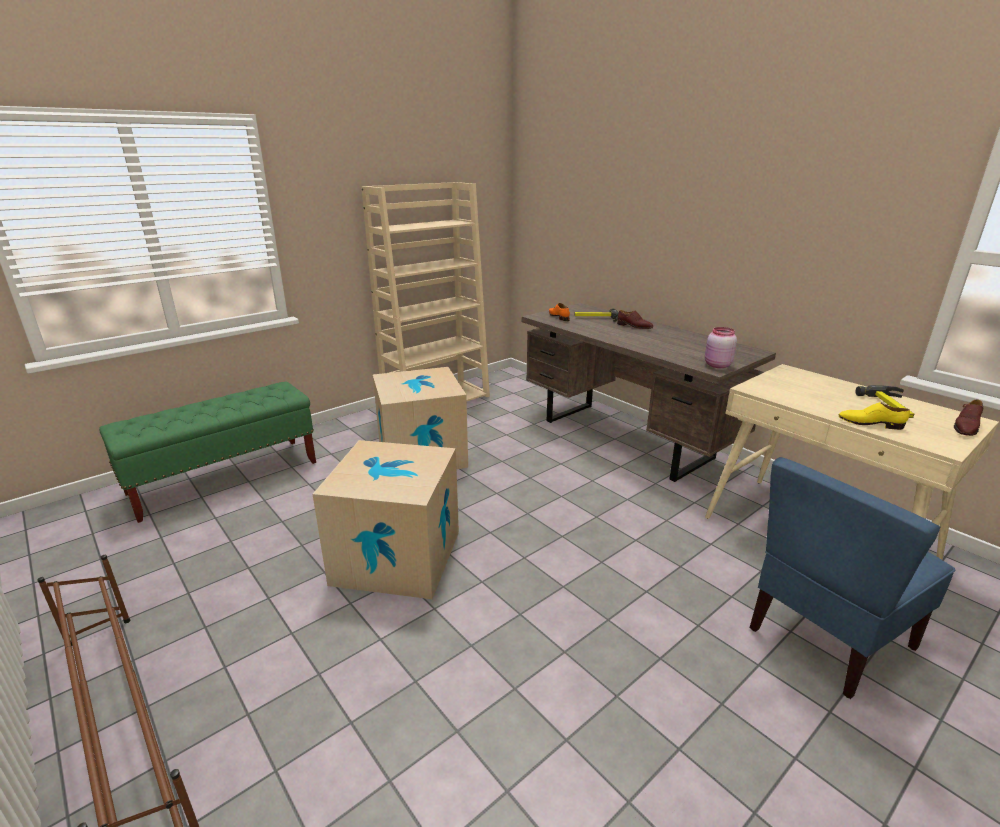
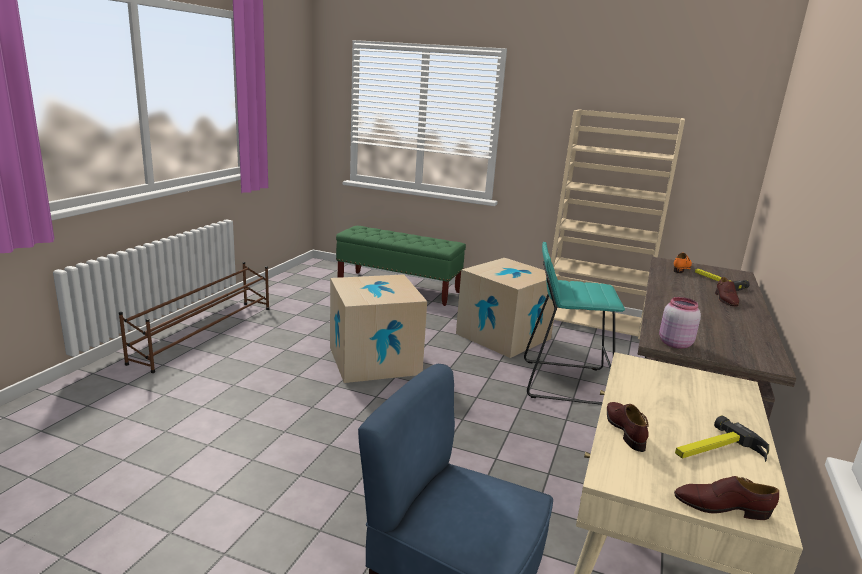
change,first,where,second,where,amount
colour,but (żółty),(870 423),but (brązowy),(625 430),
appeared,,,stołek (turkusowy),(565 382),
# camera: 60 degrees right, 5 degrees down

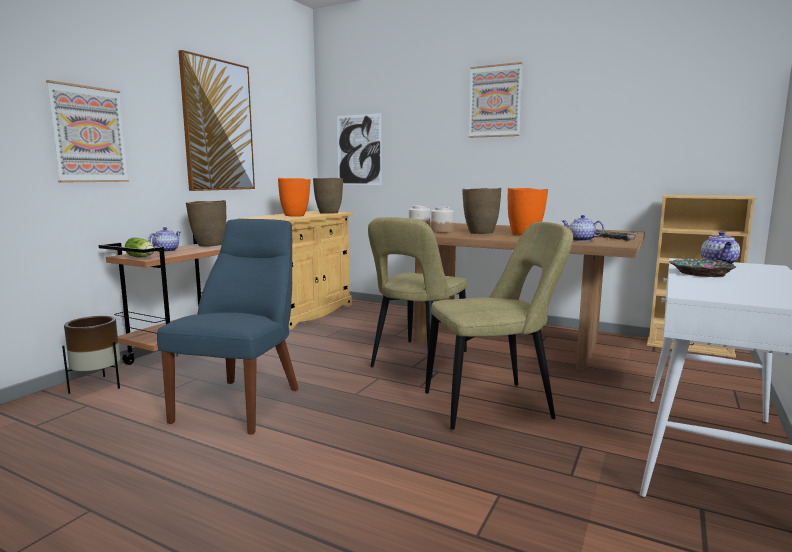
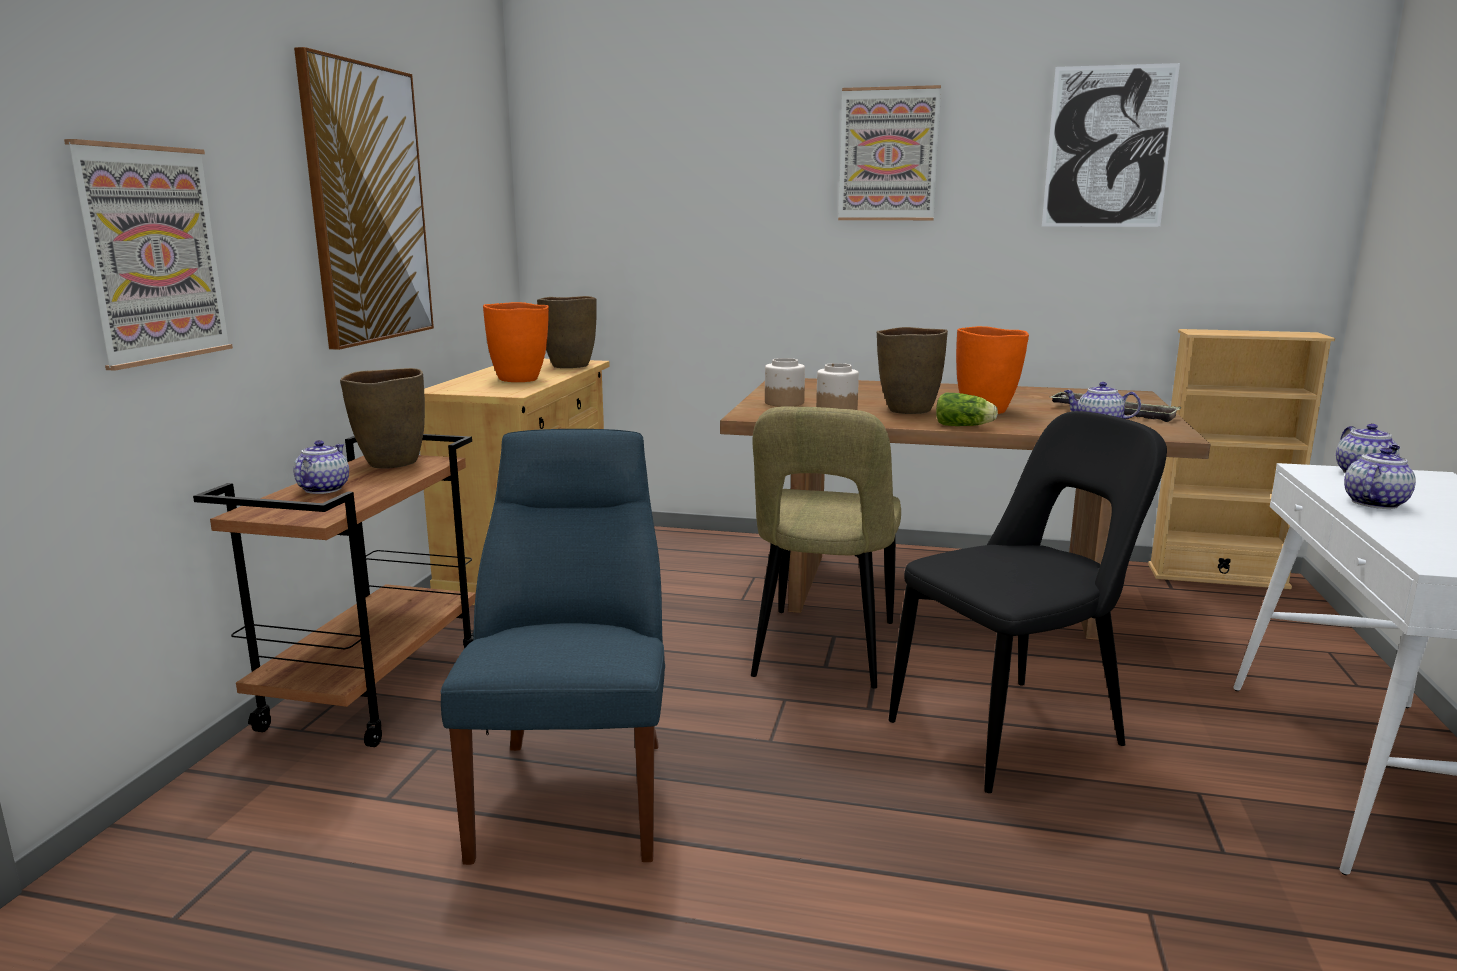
change,first,where,second,where,amount
missing,donica (brązowy),(98 385),,,
relocated,sałata,(141 257),,(965 426),
relocated,obraz,(359 150),,(1108 147),
colour,krzesło (beżowy),(493 405),krzesło (czarny),(1014 731),
exchanged,miska,(700 273),imbryk,(1374 503),
# camera: 15 degrees left, 5 degrees up

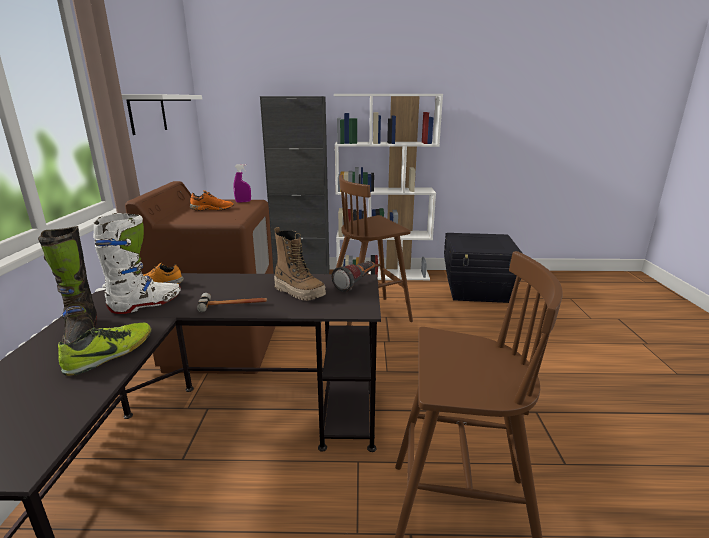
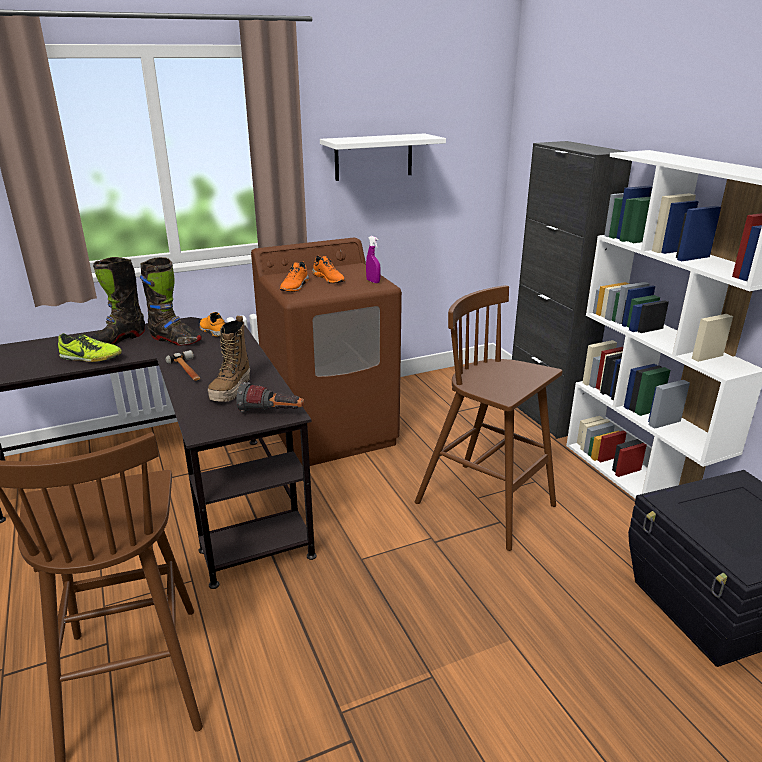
change,first,where,second,where,amount
colour,but z cholewką (biały),(147 304),but z cholewką (czarny),(175 340),
appeared,,,but (pomarańczowy),(295 287),
# camera: 65 degrees right, 5 degrees up

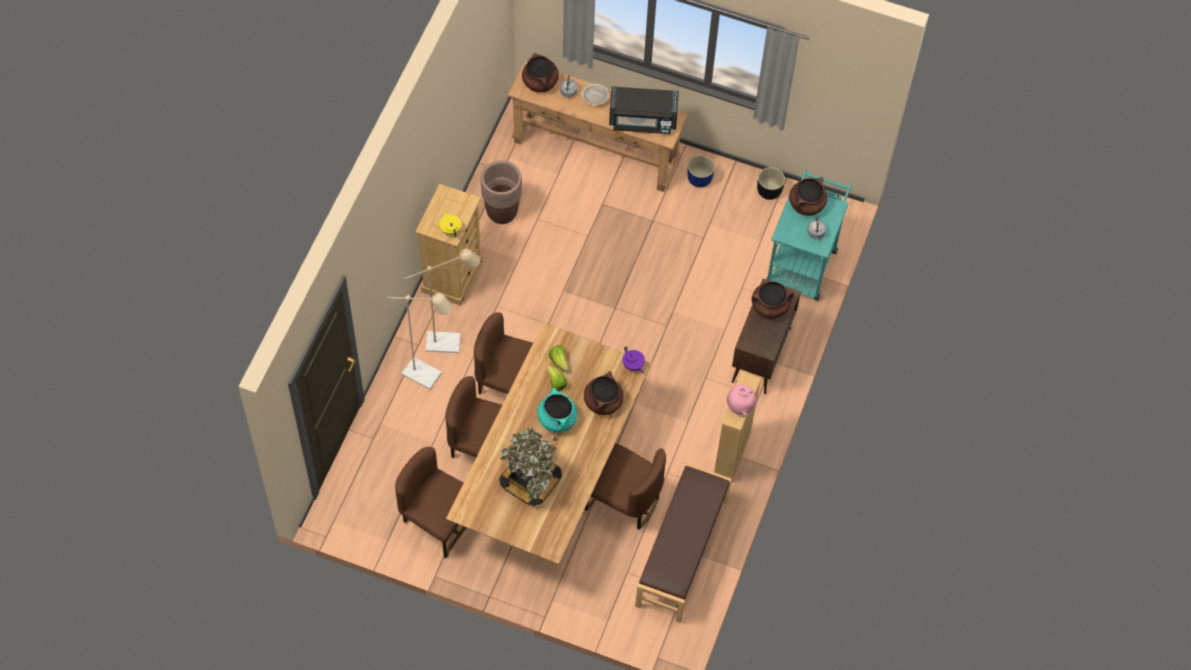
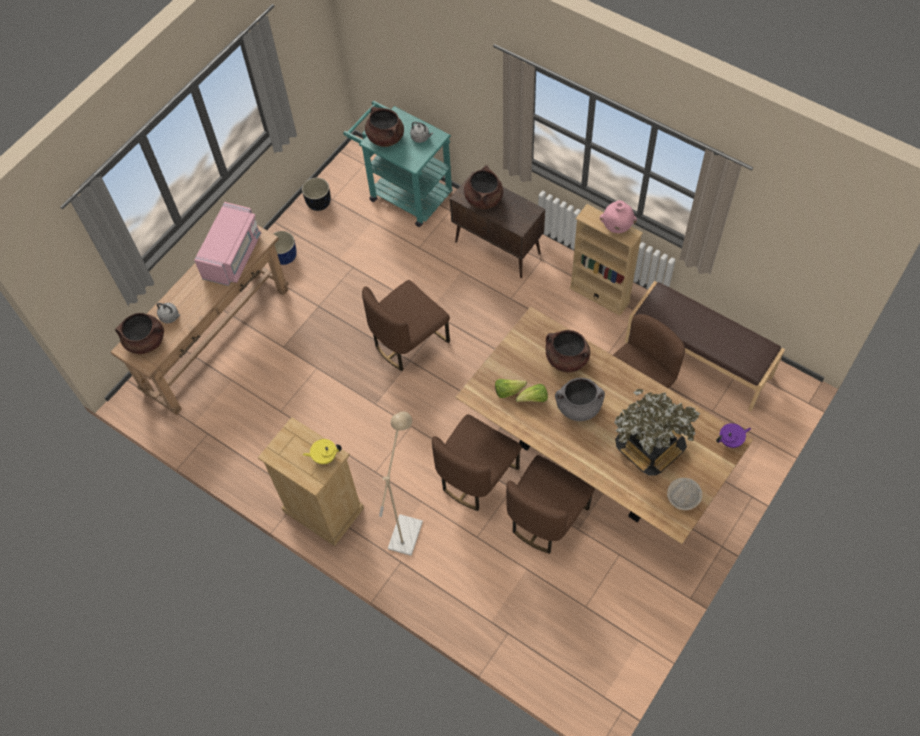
change,first,where,second,where,amount
missing,lampa stojąca (beżowy),(427 376),,,
relocated,krzesło (brązowy),(438 521),,(409 341),
missing,donica (brązowy),(502 212),,,
colour,garnek (turkusowy),(557 419),garnek (szary),(578 407),
relocated,miska (beżowy),(595 99),,(683 497),
colour,mikrofalówka (czarny),(642 120),mikrofalówka (różowy),(233 255),
relocated,imbryk (fioletowy),(633 365),,(730 440),
# camera: 70 degrees left, 0 degrees up

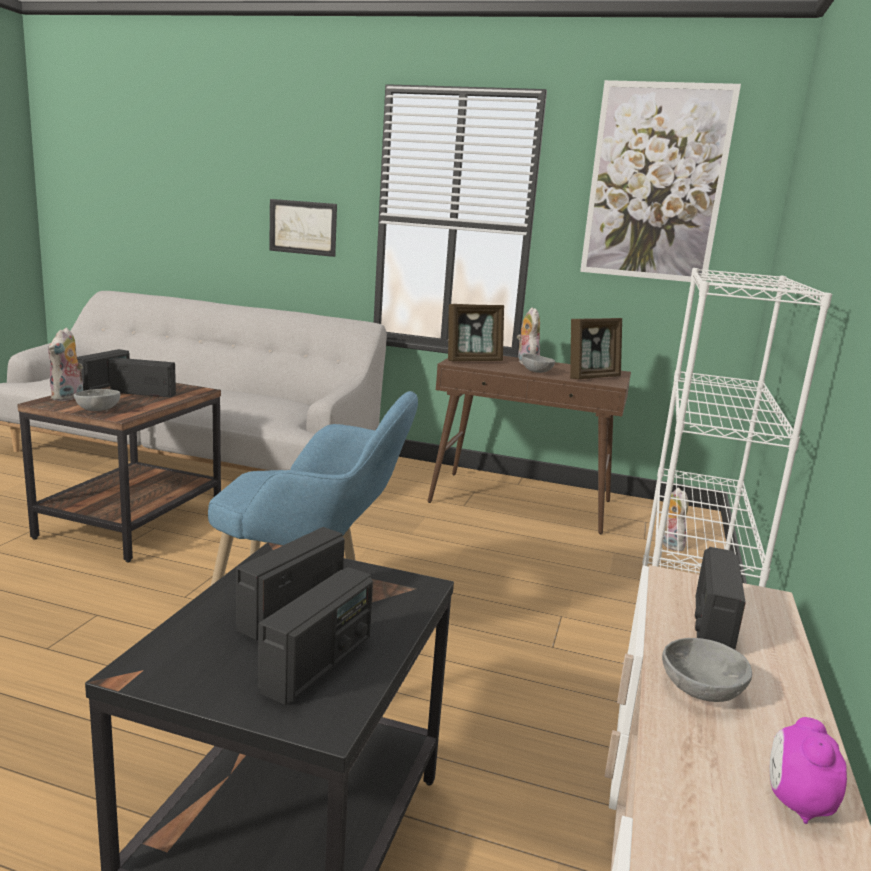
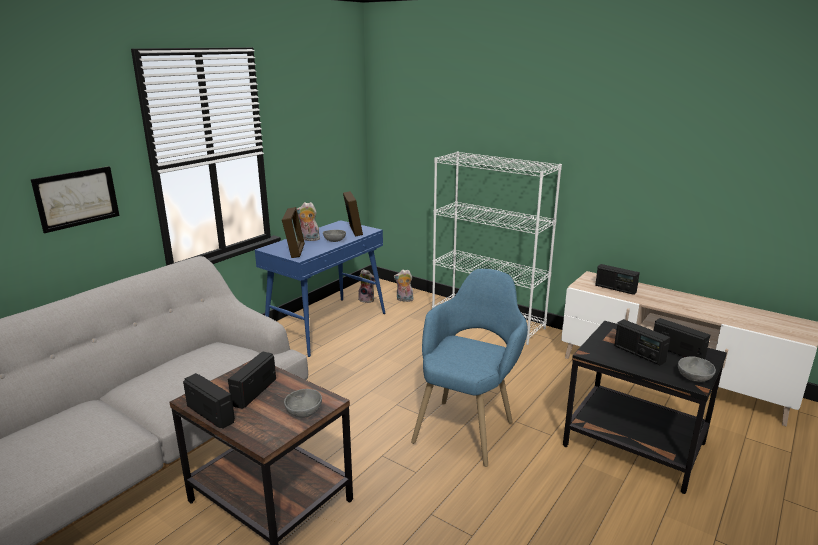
change,first,where,second,where,amount
relocated,pluszak,(68 398),,(367 300),
colour,stolik konsolowy (brązowy),(522 502),stolik konsolowy (niebieski),(327 325),
missing,obraz,(655 183),,,
relocated,miska (szary),(700 691),,(695 378),
missing,budzik,(796 803),,,
# camera: 70 degrees left, 5 degrees up

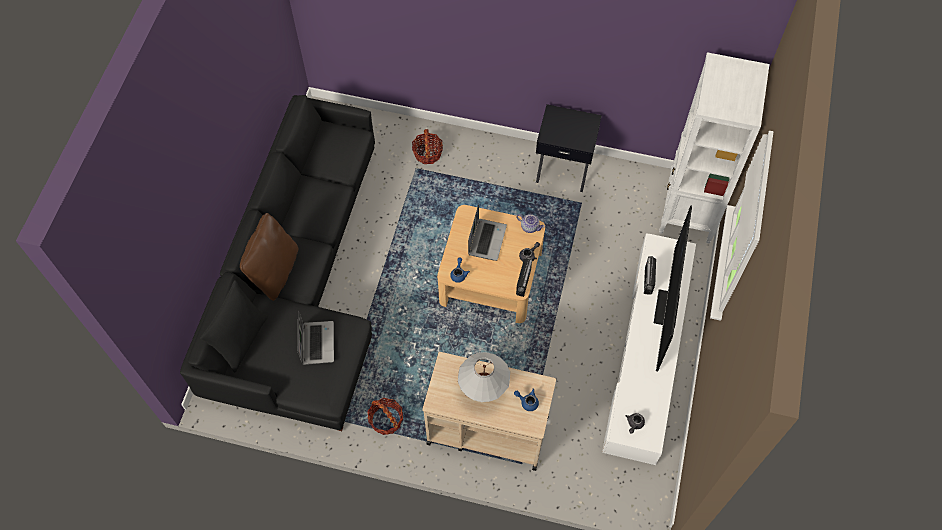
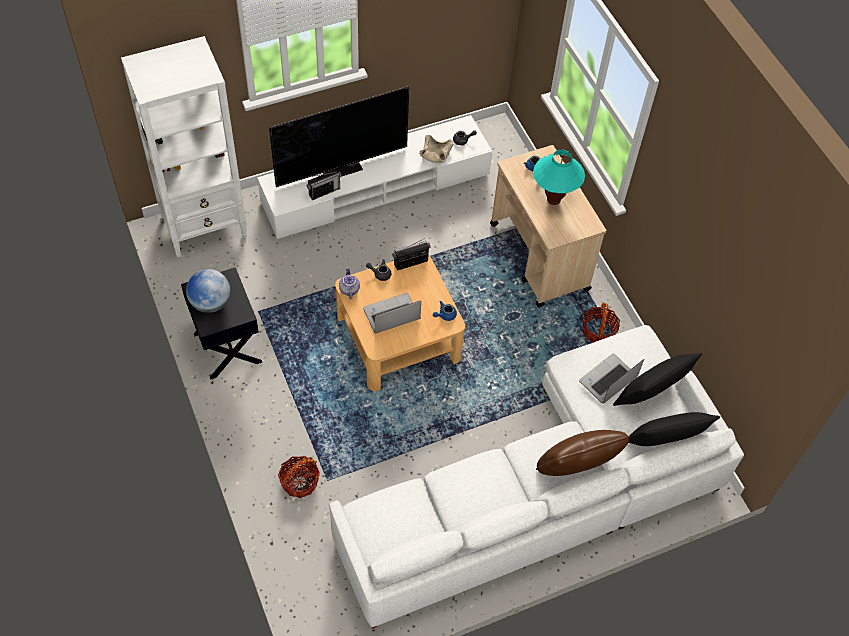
change,first,where,second,where,amount
colour,kanapa (czarny),(300 285),kanapa (biały),(544 491),
colour,lampa stołowa (biały),(483 392),lampa stołowa (turkusowy),(553 200),
appeared,,,globus,(211 302),
appeared,,,miska (beżowy),(436 154),
appeared,,,poduszka (czarny),(649 396),
# camera: 130 degrees left, 5 degrees down

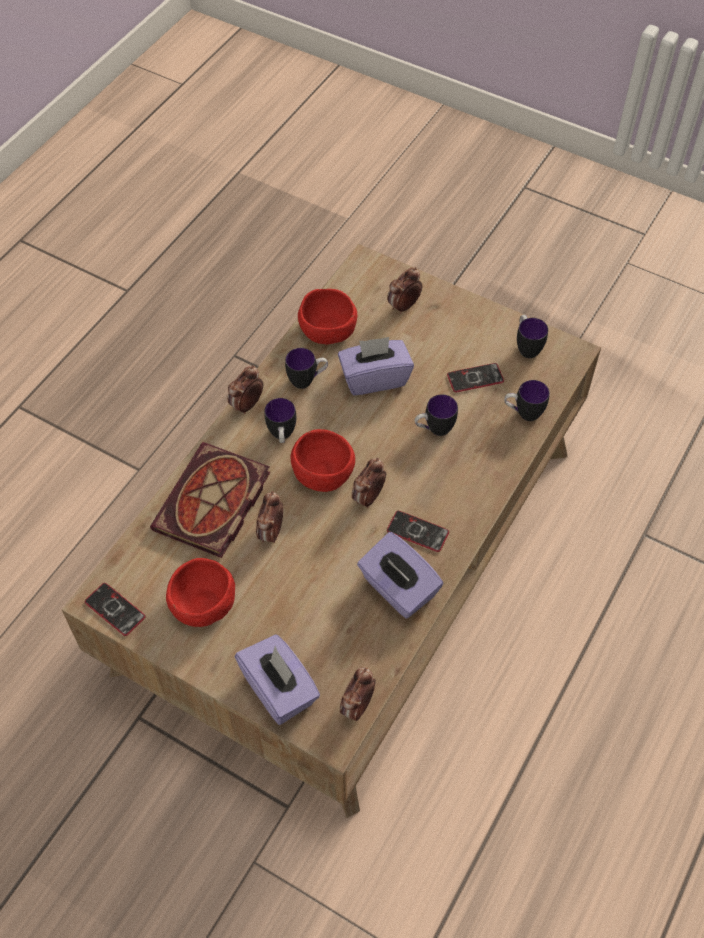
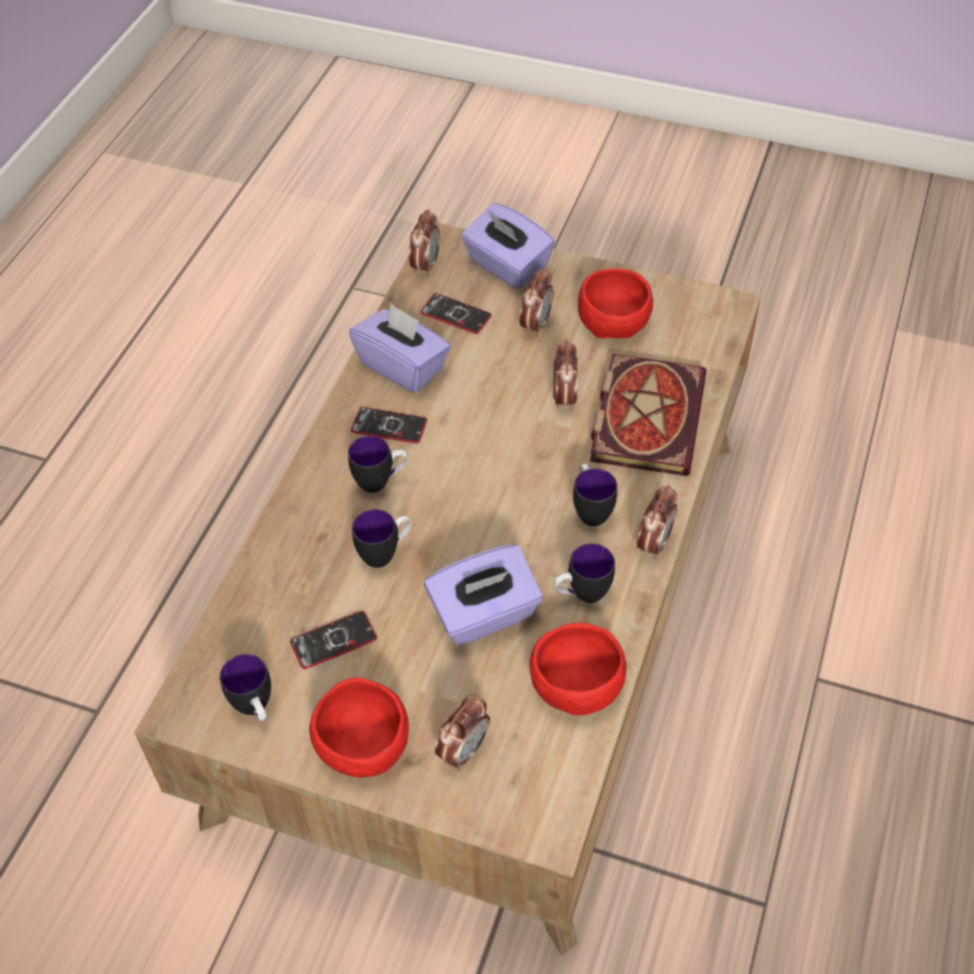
change,first,where,second,where,amount
relocated,telefon,(115 609),,(455 315),
relocated,miska (czerwony),(322 470),,(363 746),
relocated,budzik,(368 497),,(536 325),
relocated,kubek,(523 413),,(381 481),
# camera: 170 degrees right, 5 degrees down

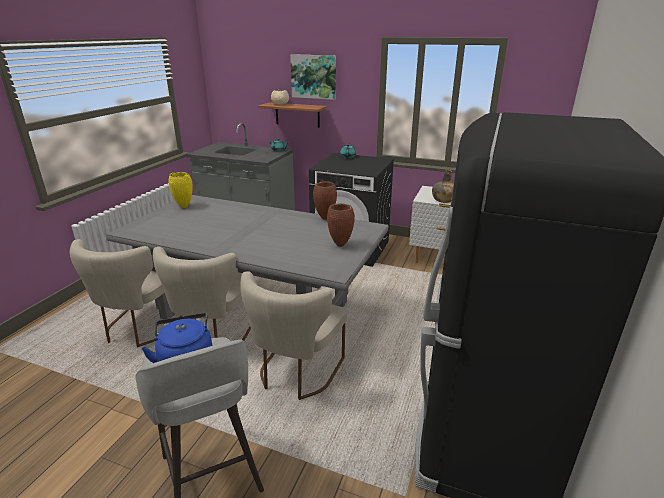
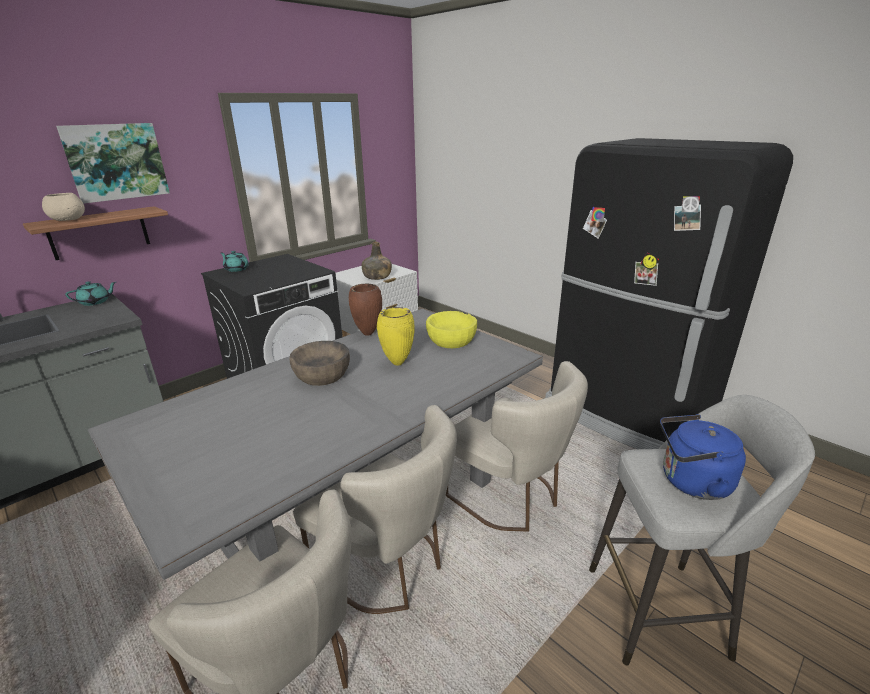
change,first,where,second,where,amount
relocated,wazon (żółty),(184 206),,(397 363),
exchanged,wazon (brązowy),(340 245),miska (żółty),(451 340),
appeared,,,miska (brązowy),(322 375),
# camera: 65 degrees left, 0 degrees up

